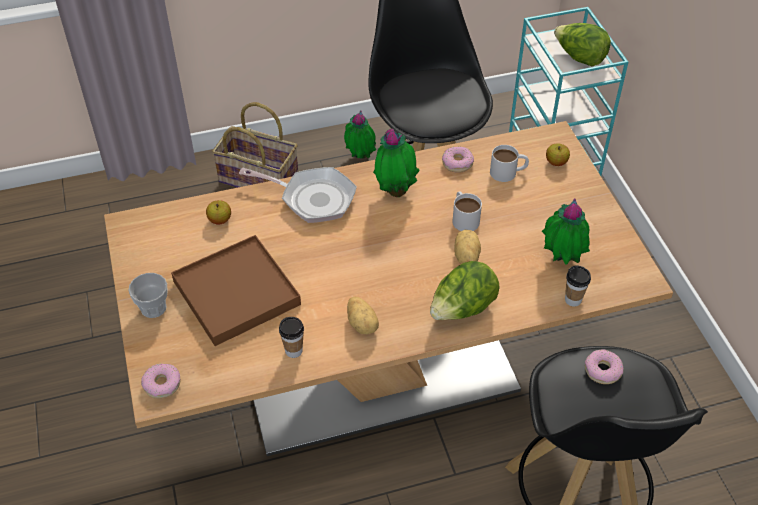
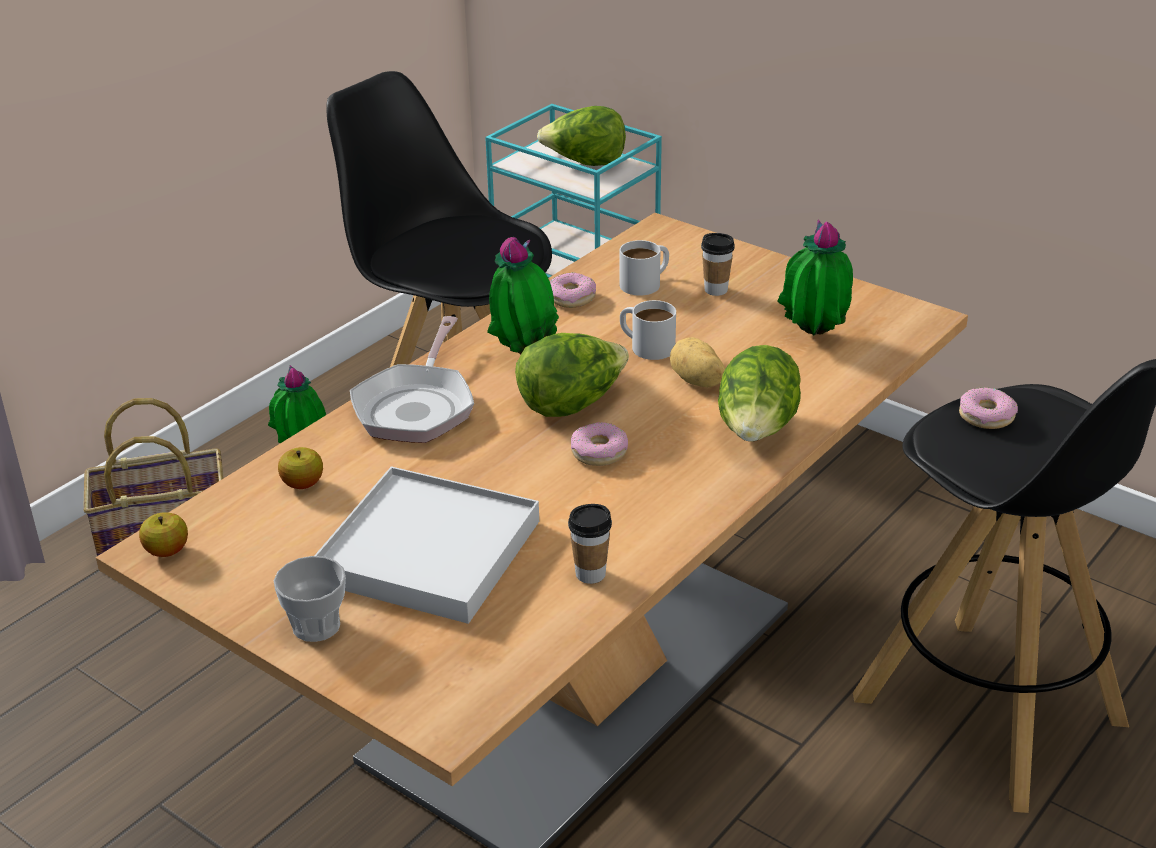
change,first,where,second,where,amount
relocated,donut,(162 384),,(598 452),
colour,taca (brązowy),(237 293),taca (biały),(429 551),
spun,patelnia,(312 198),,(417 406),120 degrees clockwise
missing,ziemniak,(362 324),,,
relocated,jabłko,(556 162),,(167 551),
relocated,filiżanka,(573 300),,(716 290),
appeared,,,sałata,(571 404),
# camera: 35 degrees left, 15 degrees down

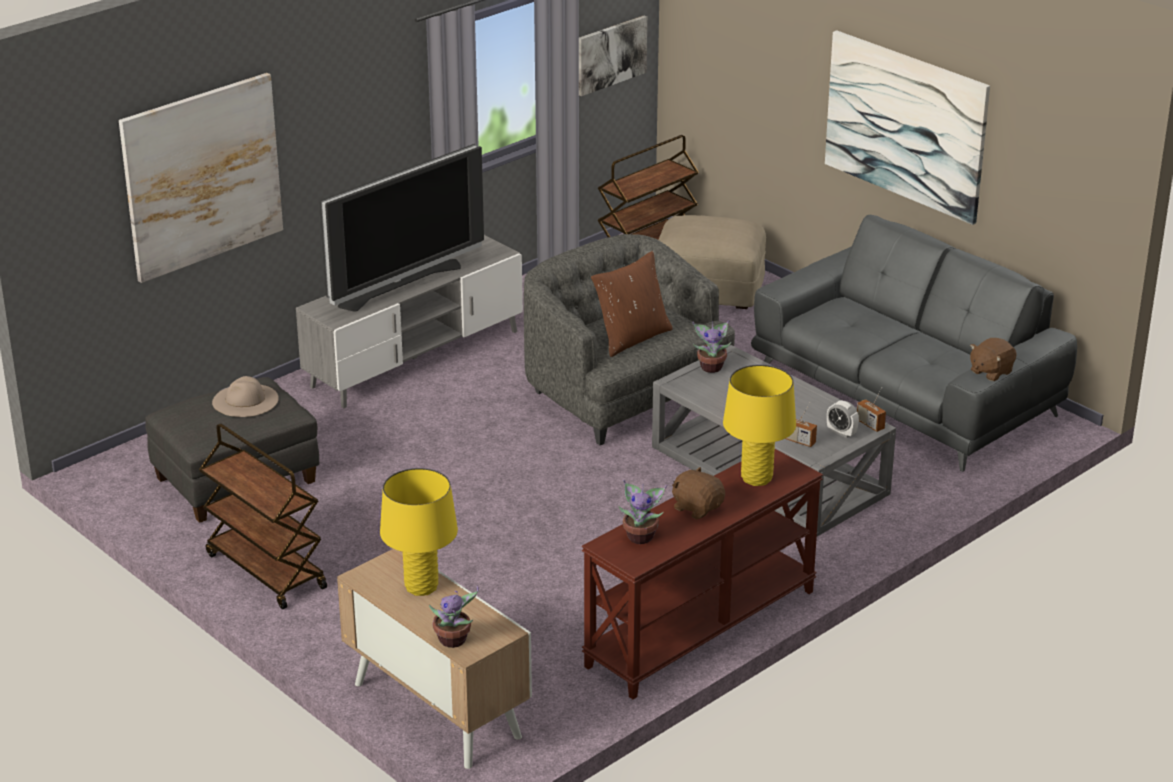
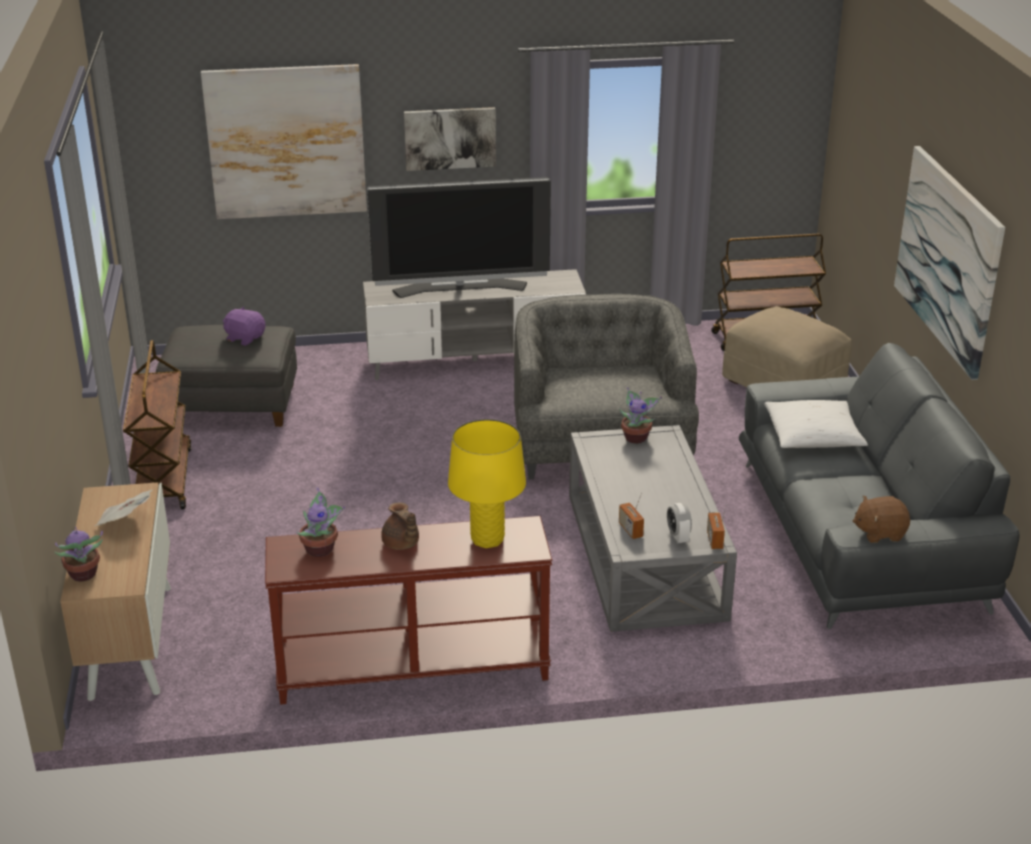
change,first,where,second,where,amount
exchanged,kapelusz (beżowy),(245 400),pluszak (fioletowy),(245 338),
exchanged,lampa stołowa (żółty),(421 587),gazeta,(125 521),
relocated,obraz,(611 54),,(450 138),
missing,poduszka (brązowy),(632 338),,,
exchanged,pluszak (brązowy),(697 508),imbryk (brązowy),(401 544),
appeared,,,poduszka (biały),(813 436),
# camera: 35 degrees right, 0 degrees up

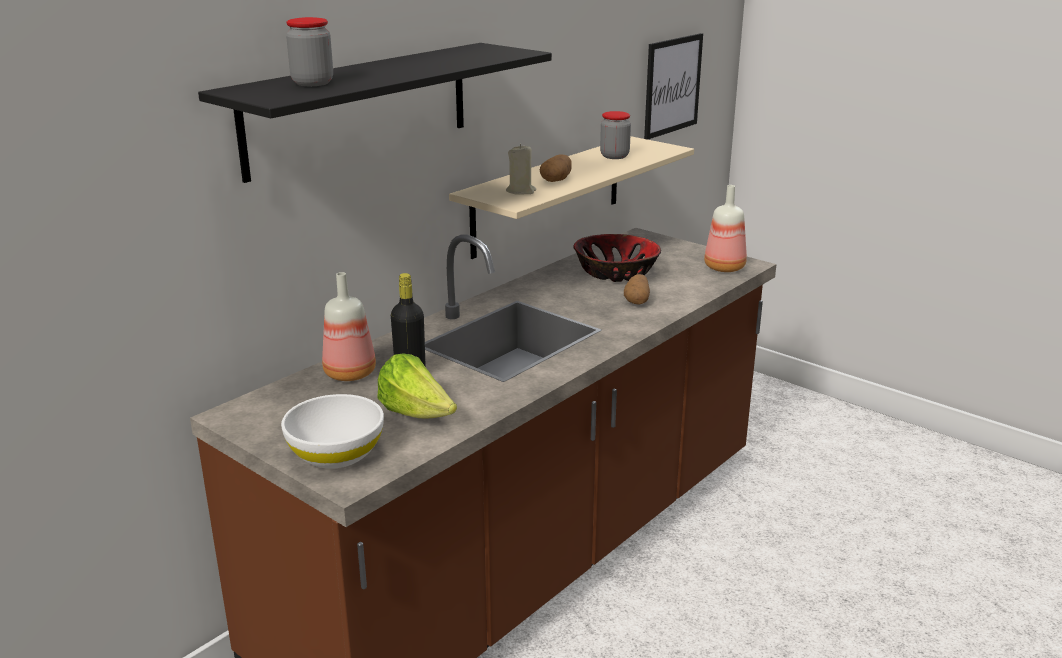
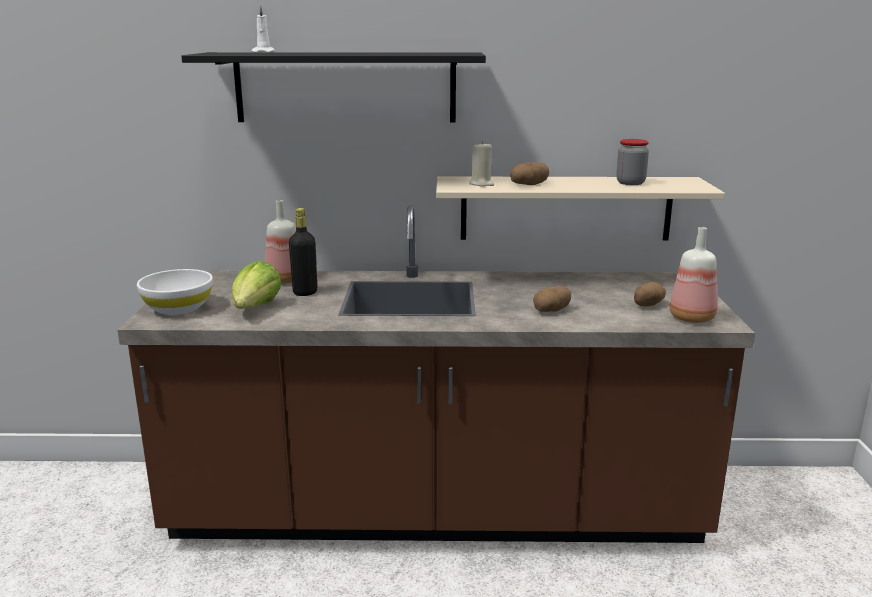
change,first,where,second,where,amount
exchanged,słoik,(312 83),świeca (biały),(264 53),
missing,miska,(616 272),,,
missing,obraz,(672 85),,,
appeared,,,ziemniak,(647 305),
# camera: 50 degrees right, 5 degrees down

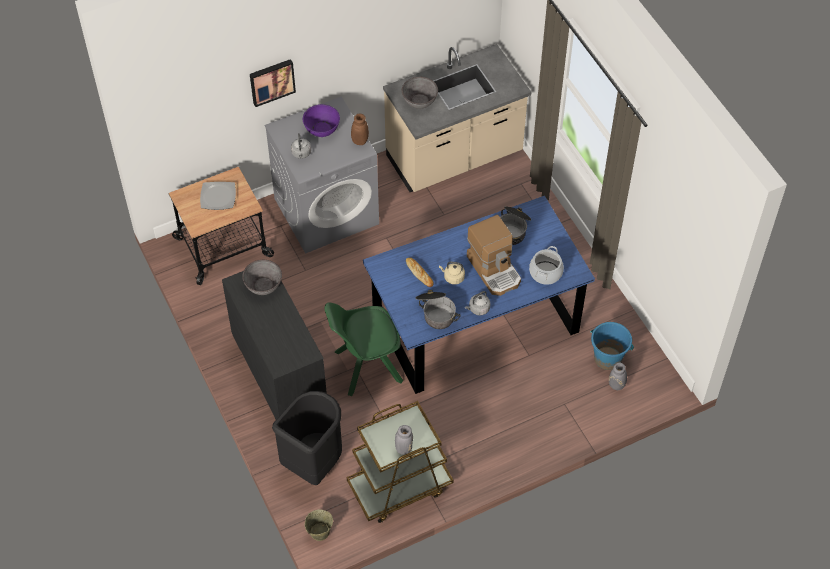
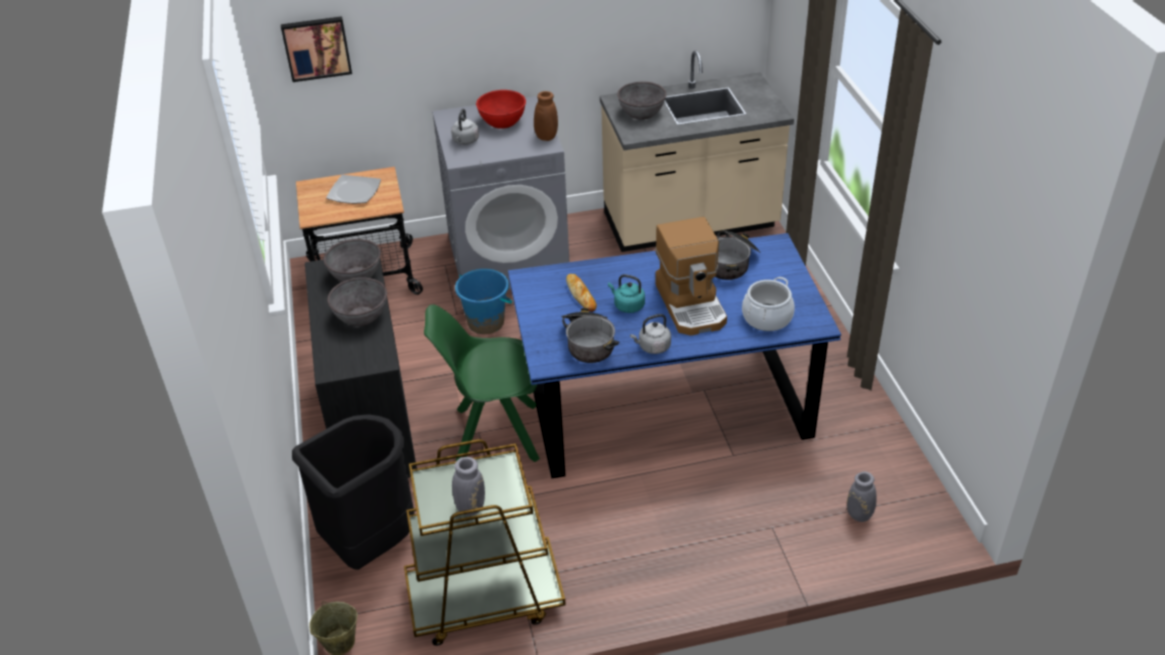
change,first,where,second,where,amount
relocated,obraz,(271 81),,(316 48),
colour,miska (fioletowy),(322 129),miska (czerwony),(502 121),
colour,czajnik (beżowy),(453 277),czajnik (turkusowy),(627 306),
relocated,wiadro (niebieski),(608 358),,(486 322),
appeared,,,miska (szary),(361 316),
# camera: 15 degrees right, 15 degrees down

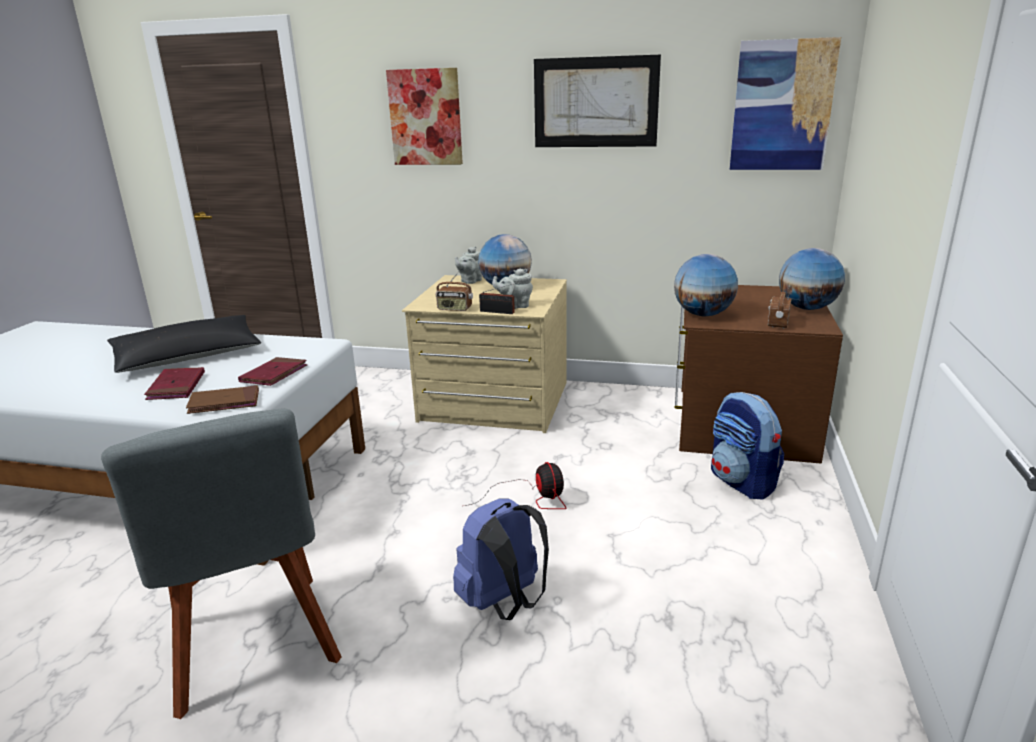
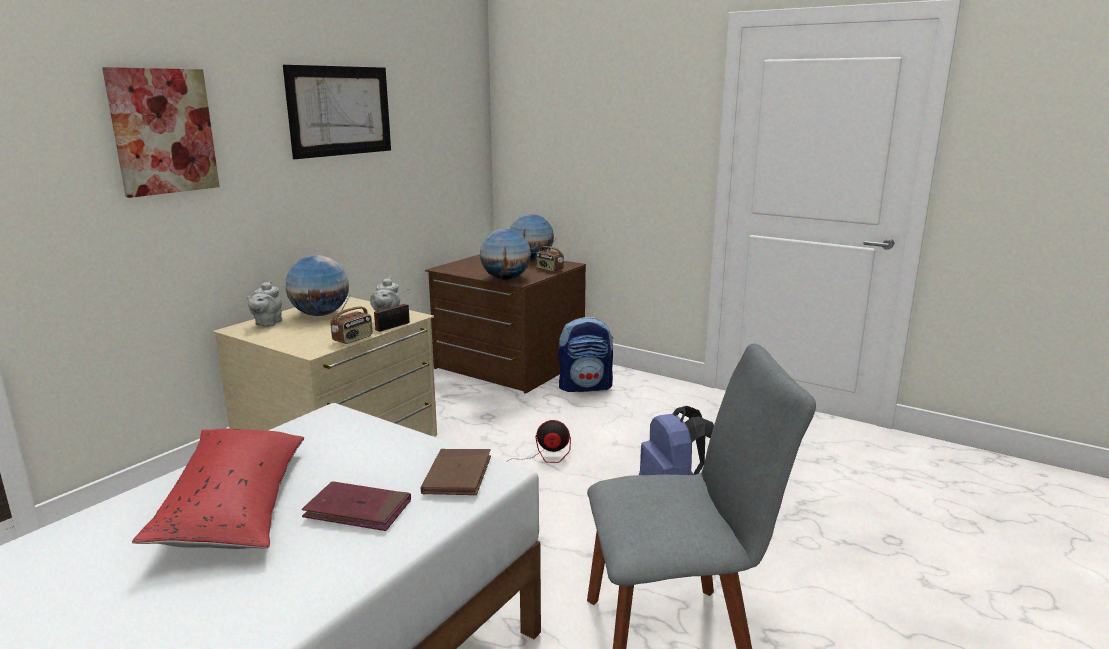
change,first,where,second,where,amount
colour,poduszka (czarny),(188 356),poduszka (czerwony),(235 505),
missing,książka (czerwony),(274 374),,,
spun,imbryk (szary),(470 281),,(267 323),45 degrees clockwise
missing,obraz,(782 106),,,
# camera: 70 degrees left, 5 degrees down

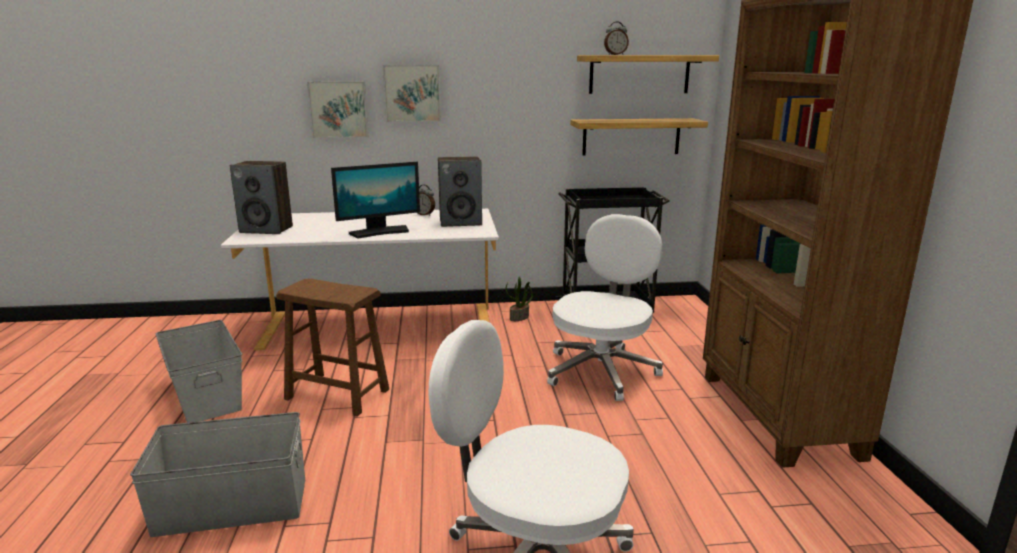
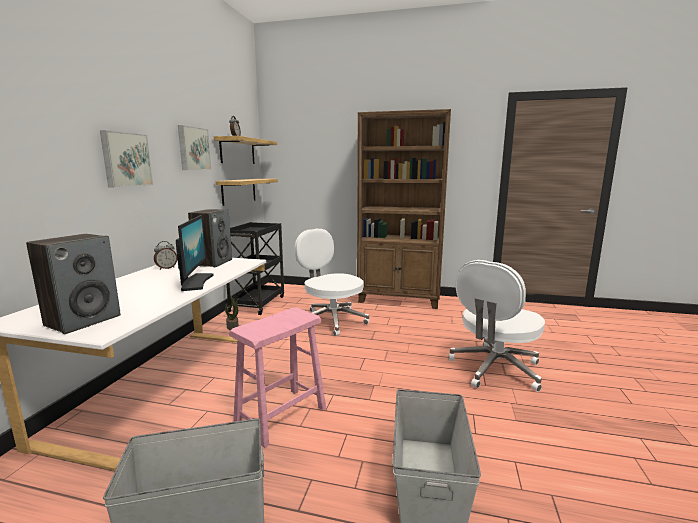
change,first,where,second,where,amount
colour,stołek (brązowy),(337 394),stołek (różowy),(281 416),
relocated,obraz,(339 109),,(193 149),
# camera: 70 degrees left, 5 degrees down

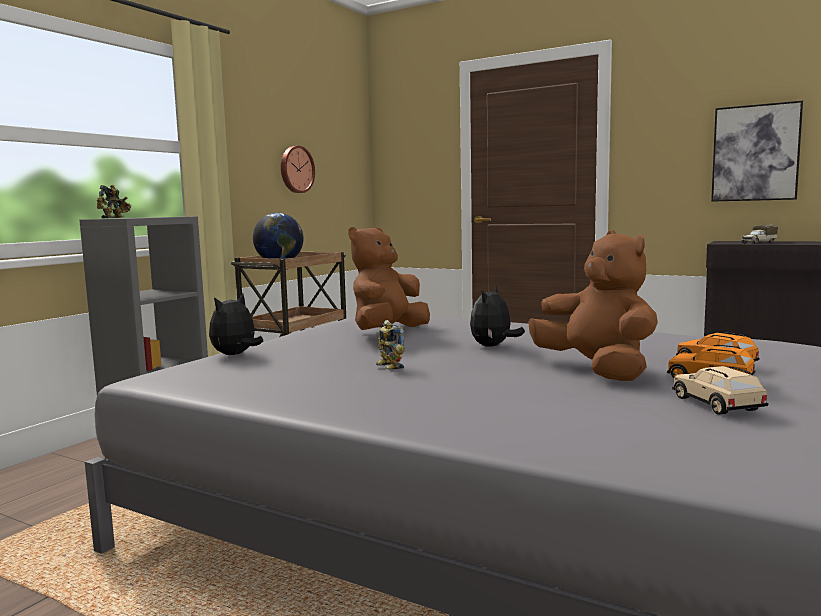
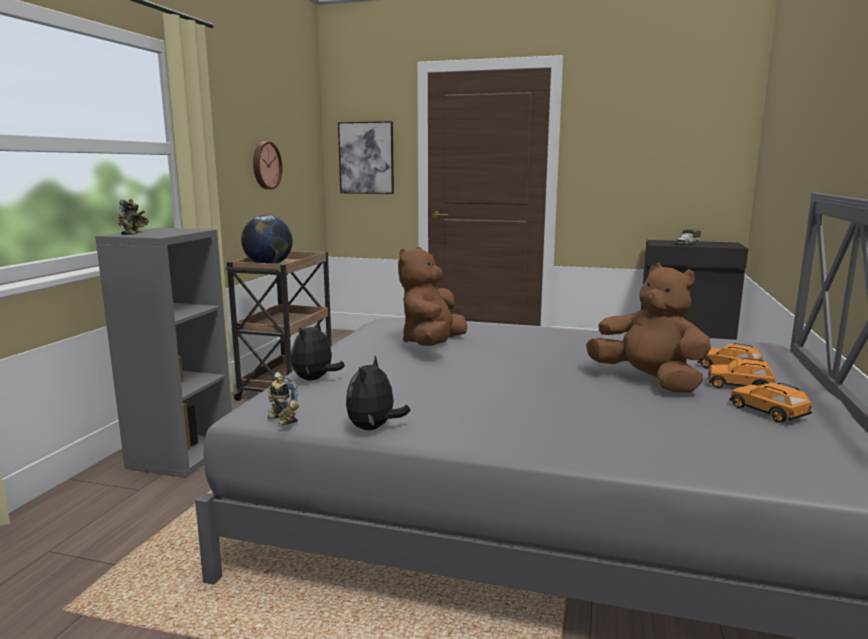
change,first,where,second,where,amount
relocated,robot zabawkowy,(388 367),,(280 420),
relocated,pluszak,(493 346),,(374 428),
colour,samochodzik (beżowy),(717 404),samochodzik (pomarańczowy),(768 412),
relocated,obraz,(755 153),,(366 158),
# camera: 15 degrees left, 5 degrees up

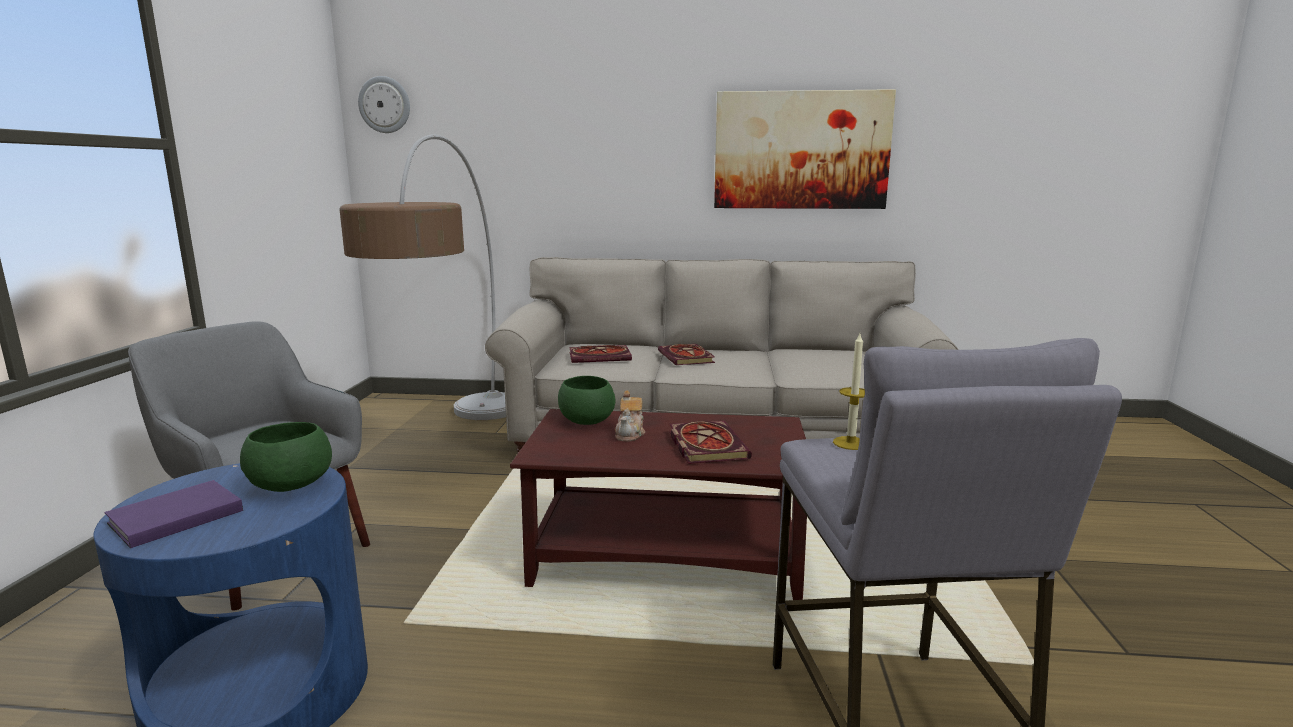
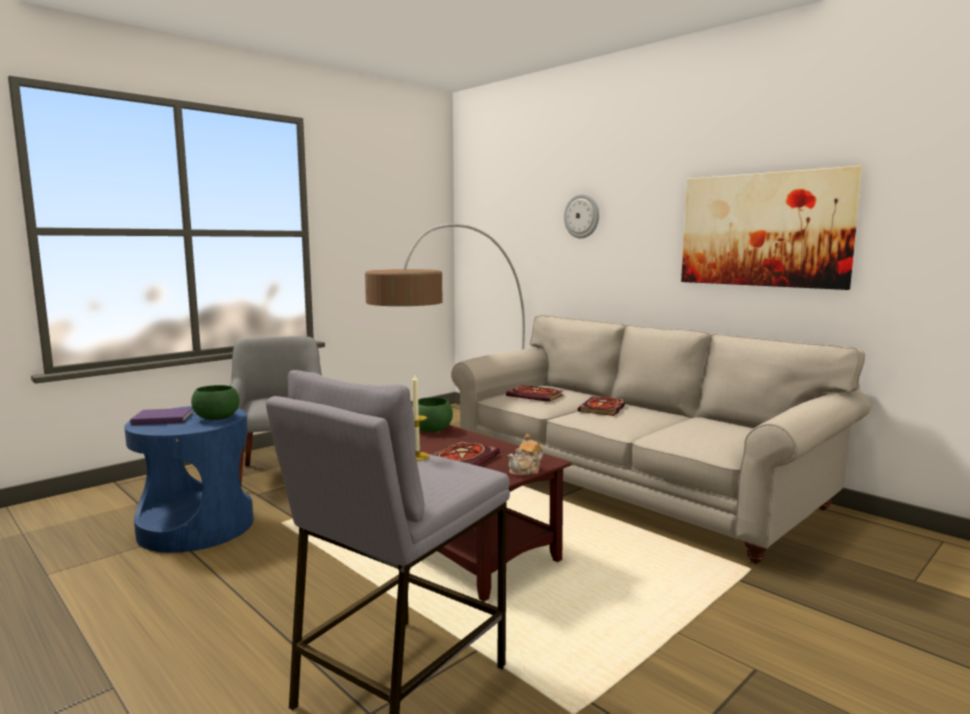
change,first,where,second,where,amount
relocated,zegar ścienny,(385 105),,(582 216),
relocated,imbryk,(630 434),,(526 471),
# camera: 40 degrees right, 5 degrees down

